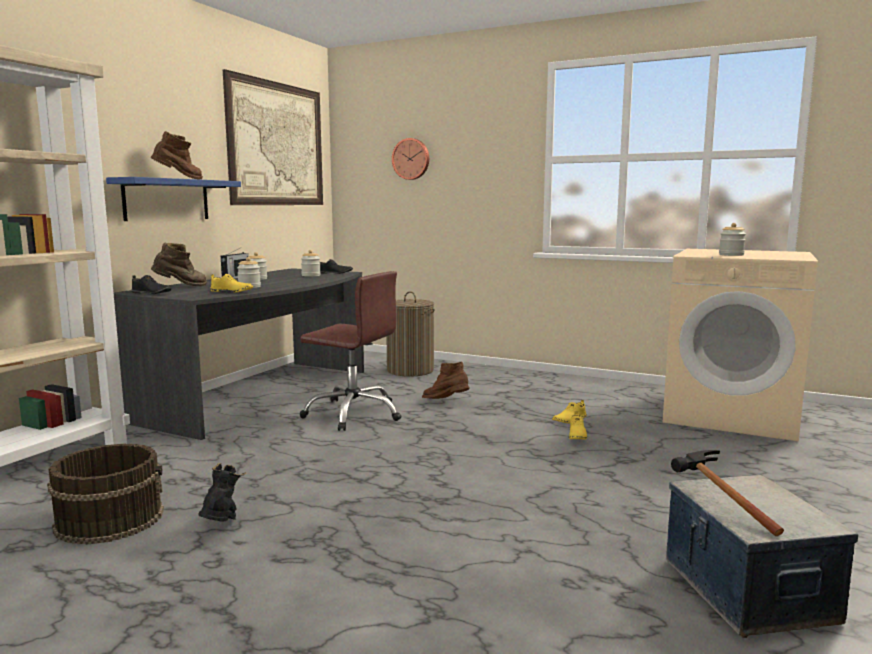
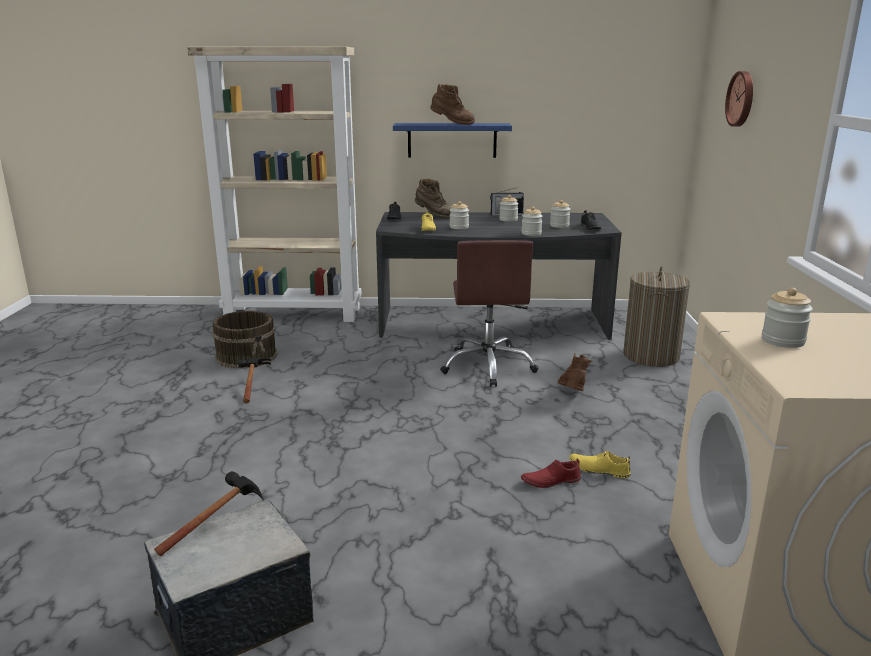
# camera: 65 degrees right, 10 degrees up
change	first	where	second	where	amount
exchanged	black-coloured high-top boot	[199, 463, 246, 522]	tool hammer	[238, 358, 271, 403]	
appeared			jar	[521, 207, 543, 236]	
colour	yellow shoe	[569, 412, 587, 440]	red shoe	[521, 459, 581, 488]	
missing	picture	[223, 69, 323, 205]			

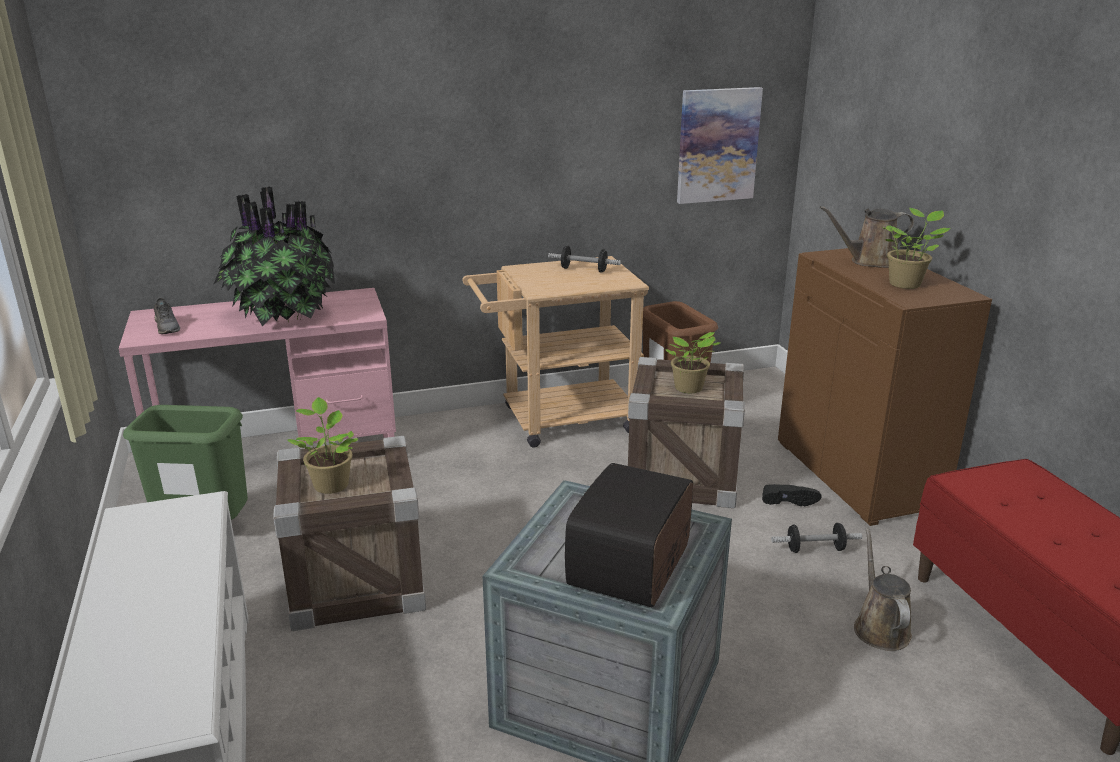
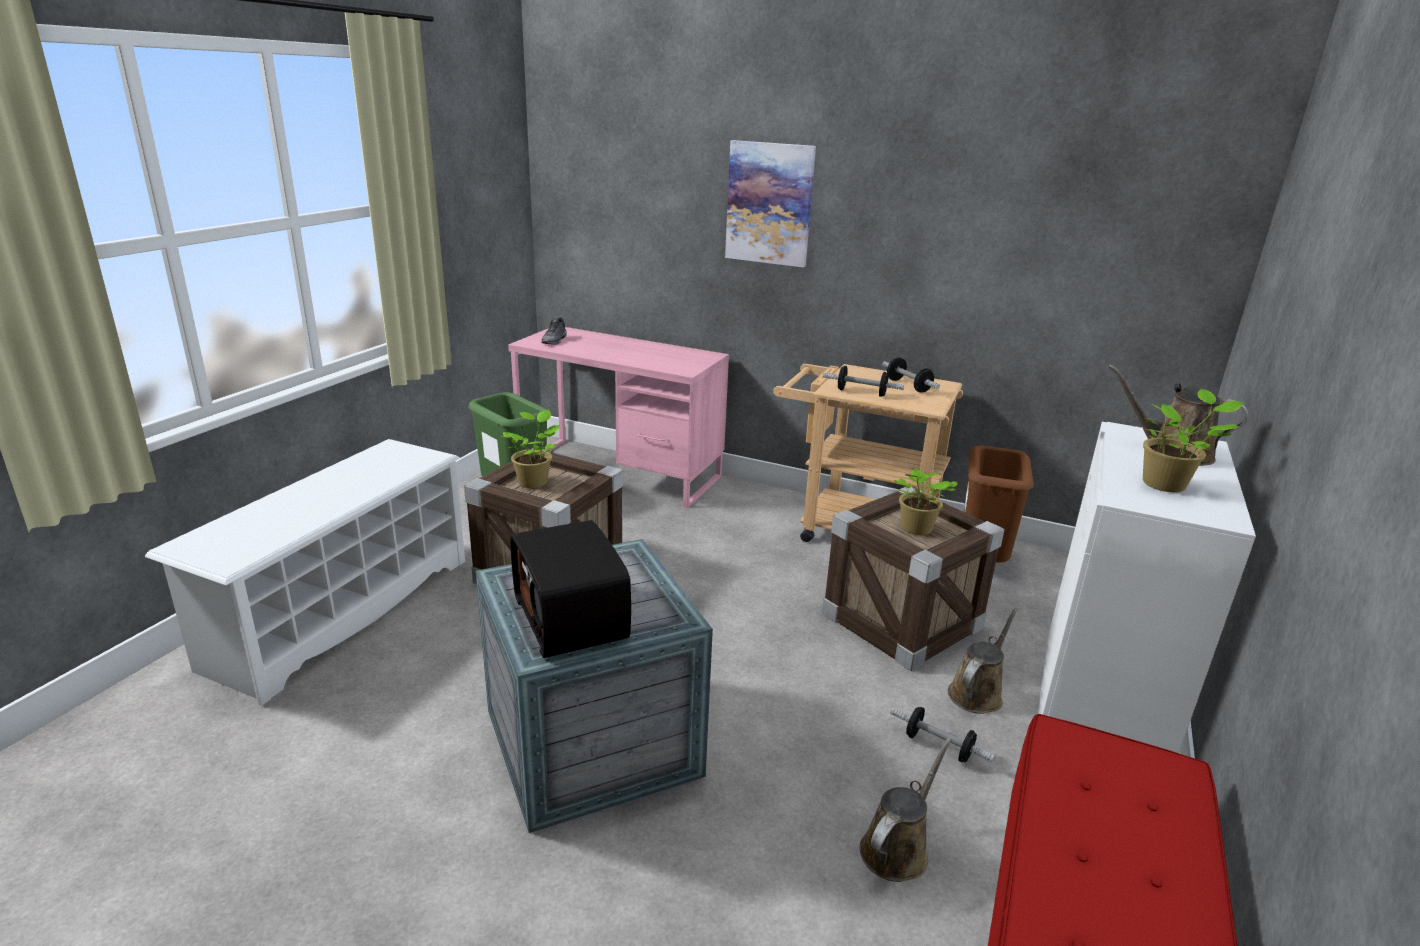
# camera: 40 degrees right, 0 degrees up
change	first	where	second	where	amount
spun	radio receiver	[565, 463, 693, 607]		[510, 520, 631, 658]	90 degrees counterclockwise
relocated	picture	[677, 87, 763, 204]		[725, 140, 816, 268]	
appeared			dumbbell	[823, 366, 904, 397]	
exchanged	black-coloured shoe	[762, 484, 822, 506]	brown sprinkling can	[948, 608, 1018, 714]	
colour	brown cabinet	[778, 248, 992, 526]	whitish cabinet	[1038, 422, 1256, 753]	
missing	plant in a pot	[213, 186, 335, 327]			

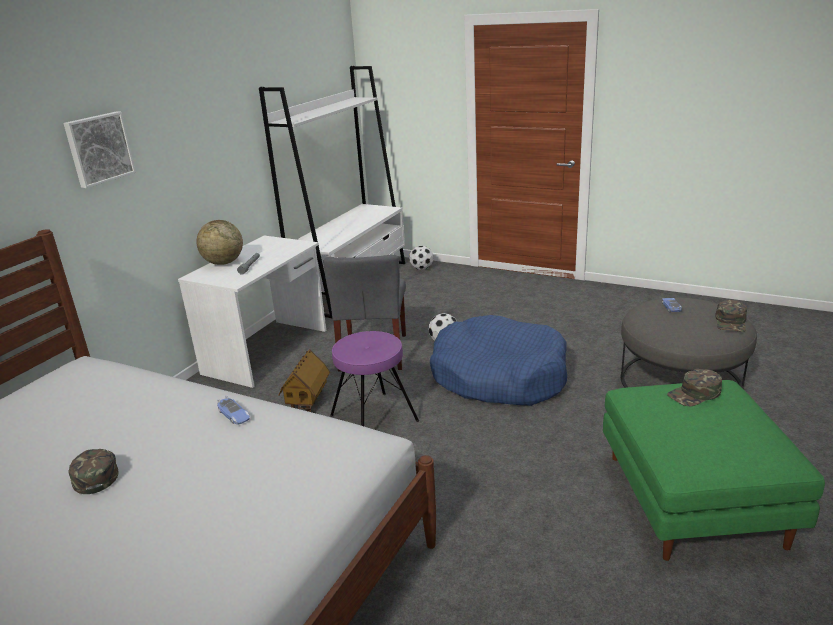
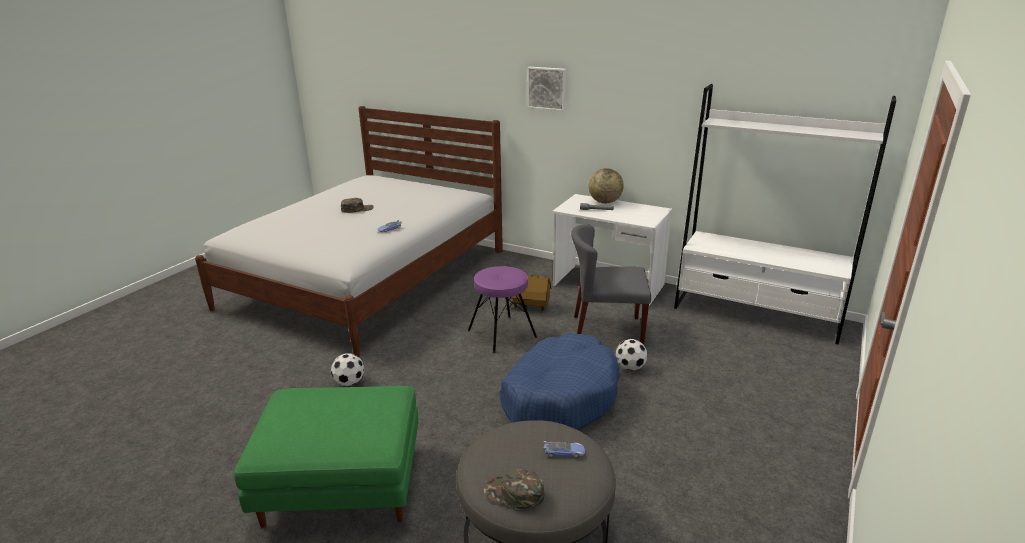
# camera: 90 degrees right, 0 degrees up
change	first	where	second	where	amount
relocated	football ball	[409, 246, 433, 270]		[331, 353, 364, 386]	
missing	green baseball cap	[667, 369, 722, 406]			

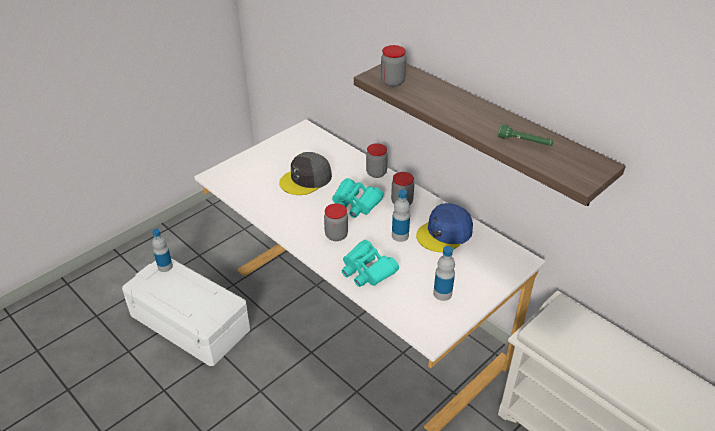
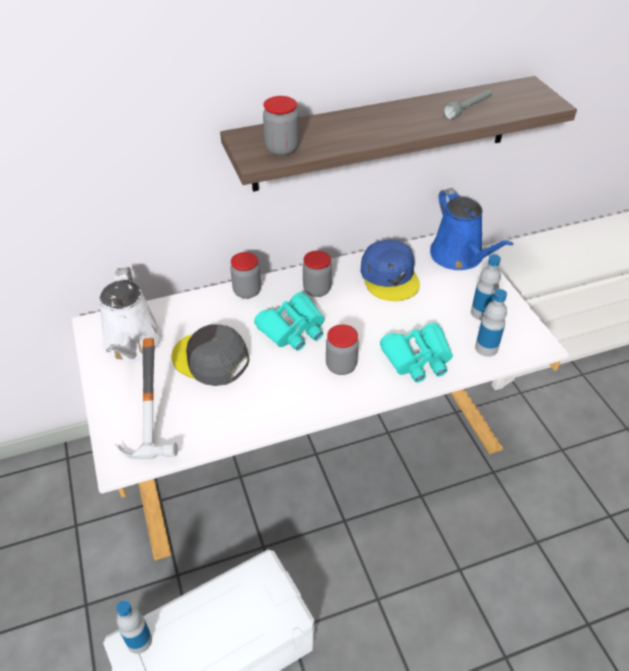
# camera: 65 degrees left, 5 degrees up
change	first	where	second	where	amount
appeared			whitish sprinkling can	[99, 267, 164, 362]	
appeared			tool hammer	[115, 338, 178, 459]	
spun	grey baseball cap	[279, 152, 332, 195]		[171, 324, 249, 386]	135 degrees clockwise
appeared			blue-coloured sprinkling can	[430, 188, 513, 270]	
colour	green torch	[498, 124, 554, 146]	grey torch	[444, 89, 492, 119]	
relocated	bottle	[392, 189, 410, 242]		[475, 289, 507, 357]	

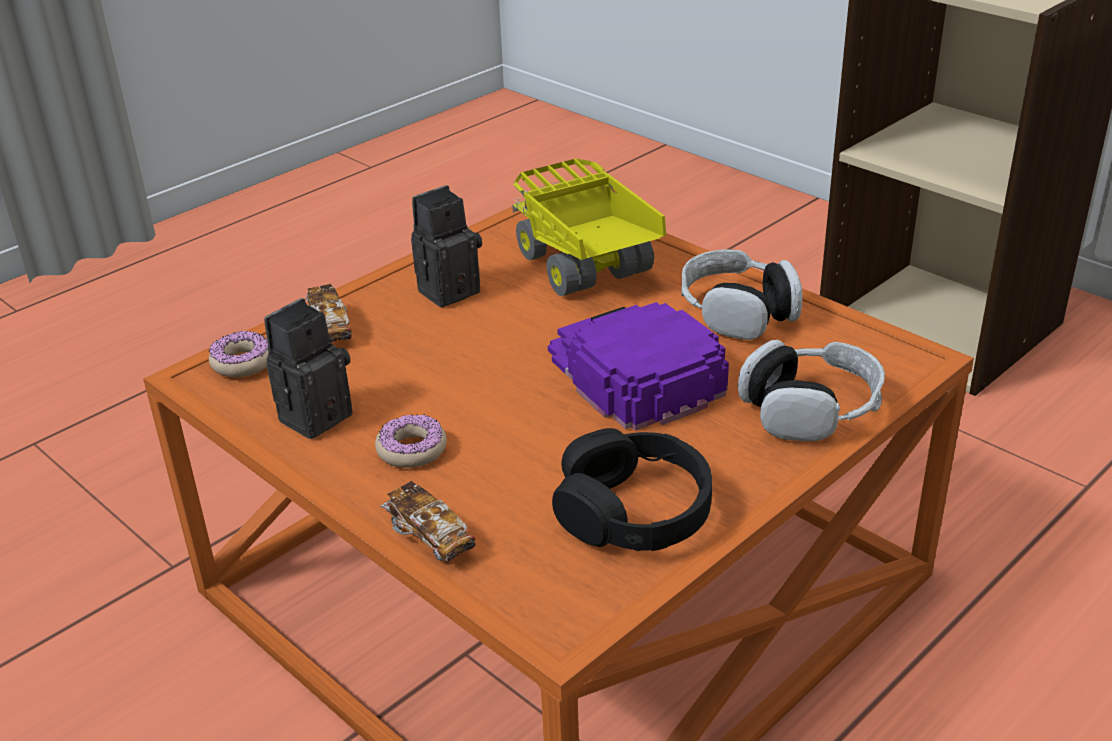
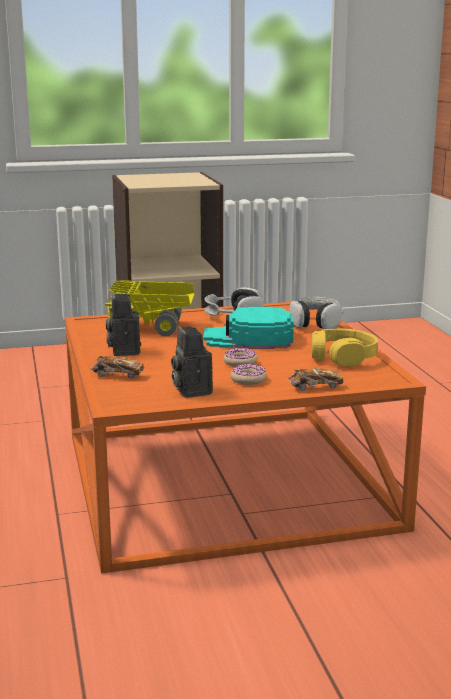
# camera: 60 degrees left, 15 degrees down
change	first	where	second	where	amount
colour	purple baseball cap	[548, 302, 729, 431]	turquoise baseball cap	[203, 307, 293, 349]	
relocated	ring doughnut	[209, 331, 268, 377]		[224, 348, 258, 367]	
colour	black-coloured pair of headphones	[552, 428, 712, 551]	yellow pair of headphones	[312, 328, 378, 367]	

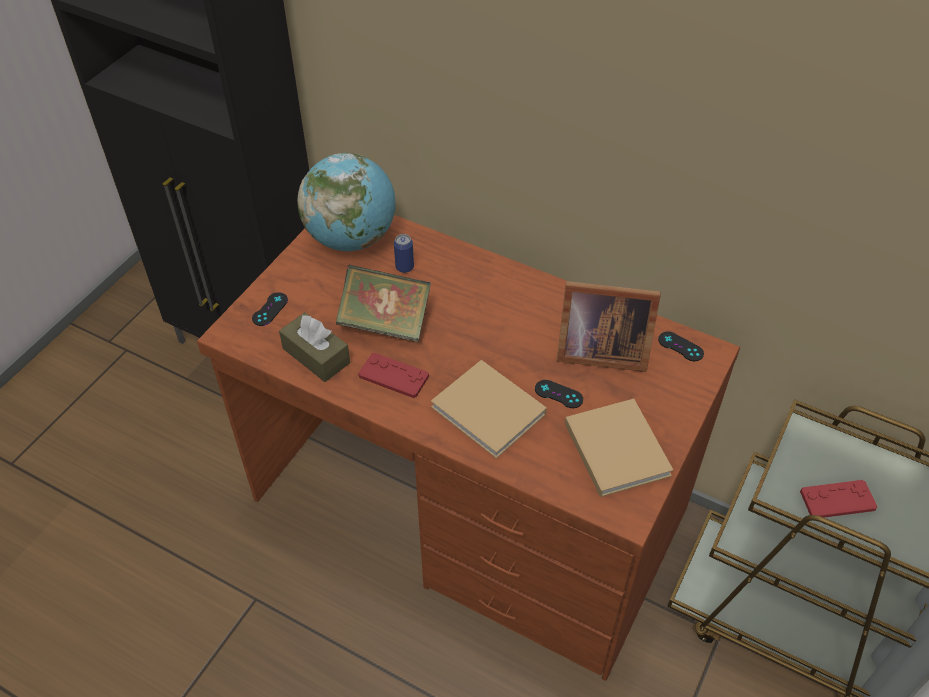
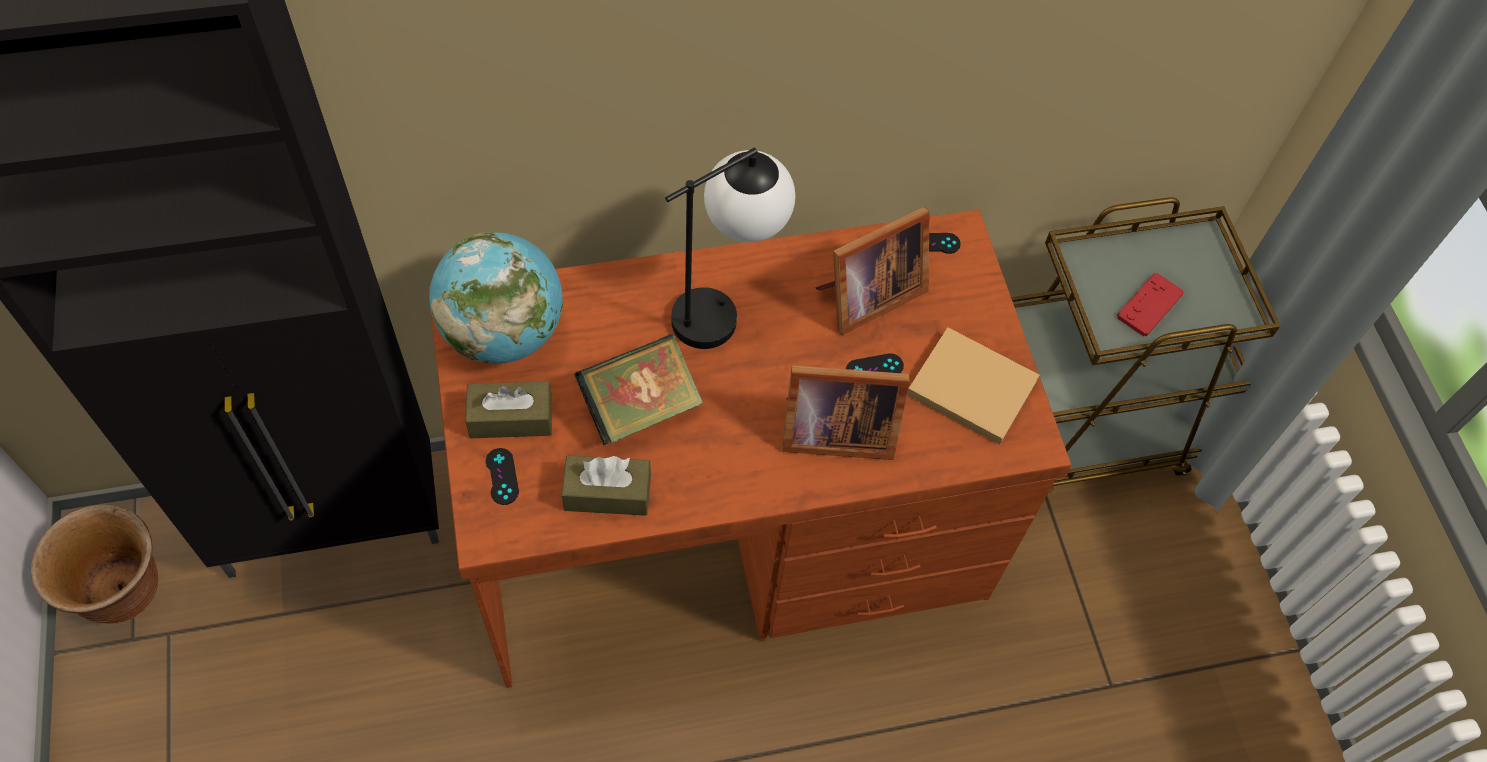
# camera: 45 degrees left, 10 degrees up
change	first	where	second	where	amount
appeared			brown planter	[31, 505, 158, 623]	
appeared			brown box of tissues	[465, 381, 552, 438]	
appeared			lamp for a table	[665, 148, 795, 349]	
exchanged	beige-coloured bound book	[431, 360, 547, 459]	picture frame	[782, 365, 910, 460]	
missing	red joypad	[358, 353, 429, 398]			
missing	can	[394, 234, 414, 273]			

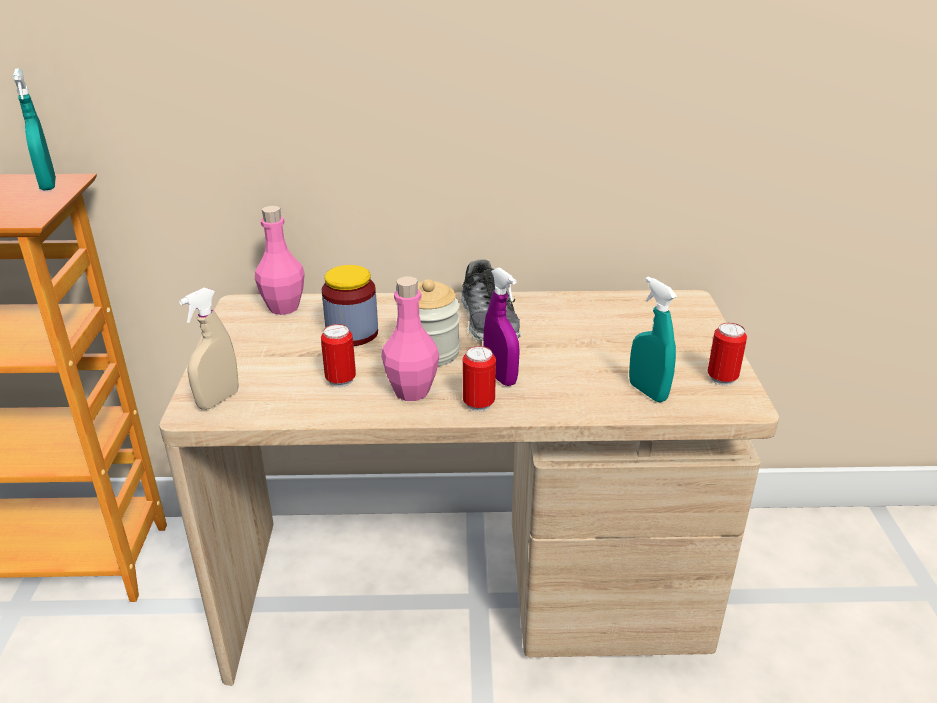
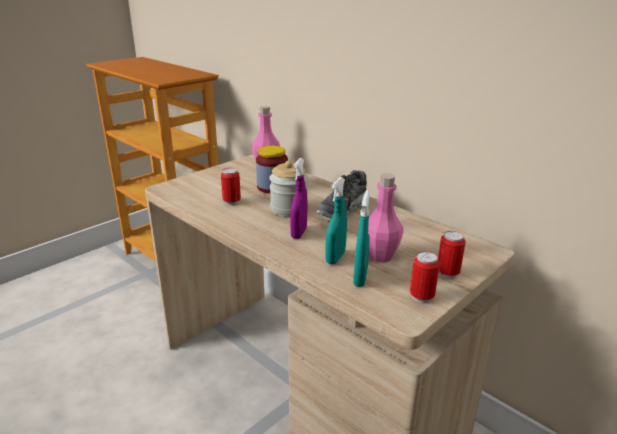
# camera: 45 degrees right, 5 degrees down
change	first	where	second	where	amount
relocated	turquoise hand sprayer	[13, 68, 56, 190]		[326, 177, 347, 264]	
relocated	pink bottle	[381, 277, 439, 401]		[368, 173, 403, 263]	
relocated	can	[463, 346, 496, 412]		[438, 231, 466, 279]	
missing	beige-coloured hand sprayer	[179, 288, 239, 410]			

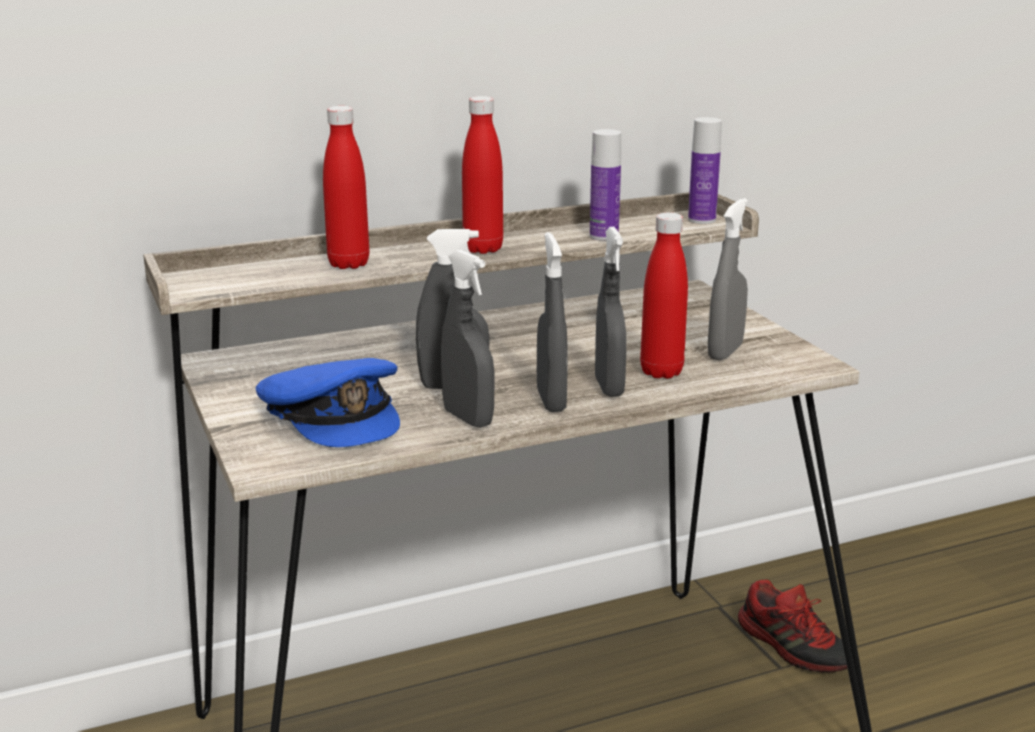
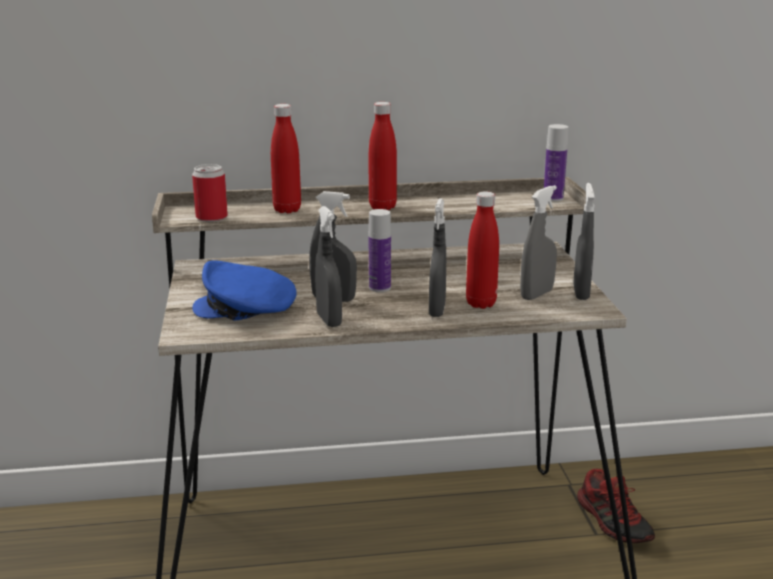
# camera: 15 degrees right, 0 degrees up
change	first	where	second	where	amount
appeared			can	[192, 164, 228, 222]	
spun	blue-coloured baseball cap	[256, 358, 400, 447]		[192, 260, 296, 320]	120 degrees clockwise
relocated	bottle	[590, 129, 621, 241]		[369, 209, 391, 292]	
relocated	grey hand sprayer	[537, 232, 568, 412]		[573, 183, 595, 300]	

